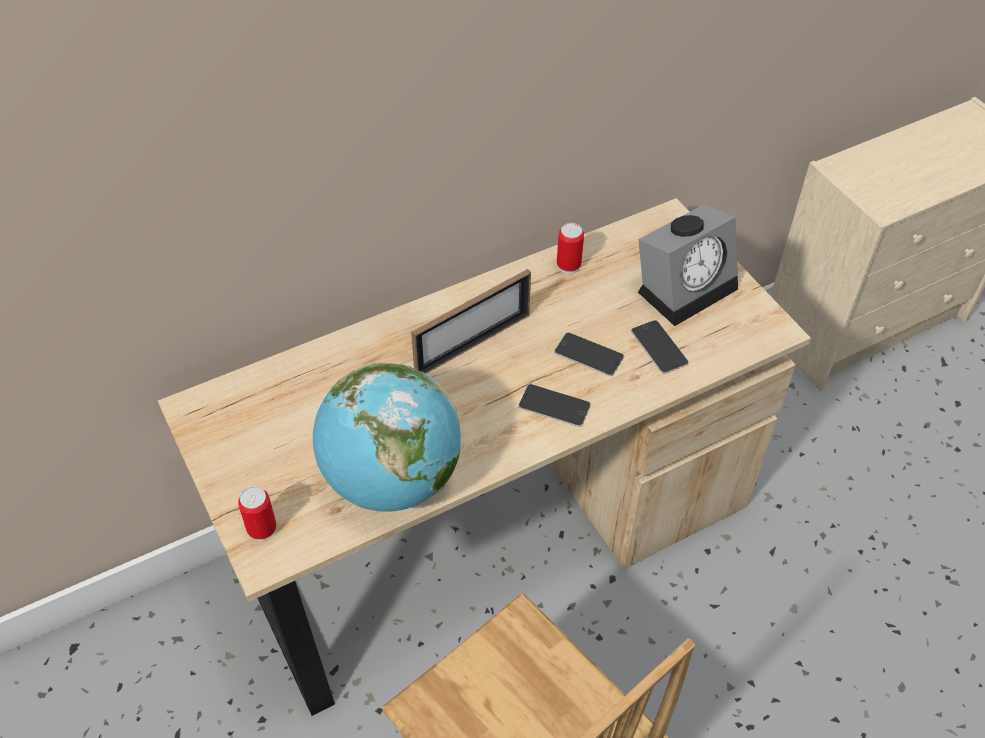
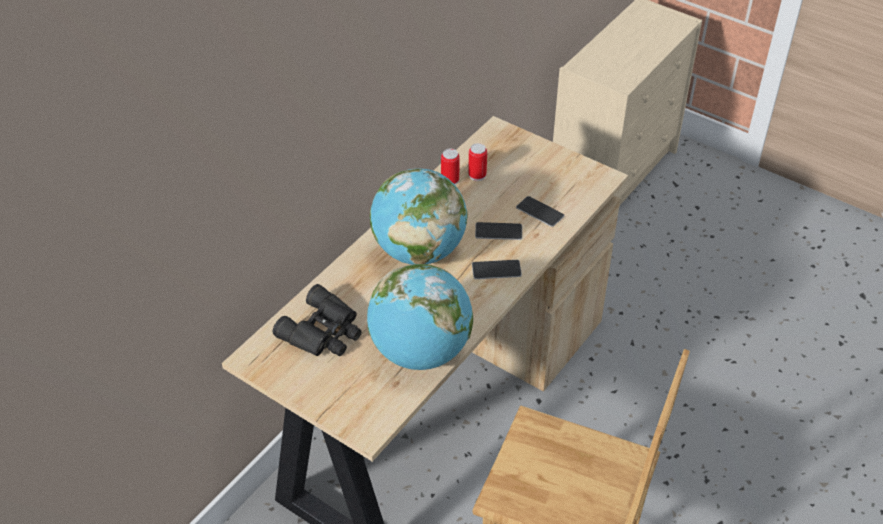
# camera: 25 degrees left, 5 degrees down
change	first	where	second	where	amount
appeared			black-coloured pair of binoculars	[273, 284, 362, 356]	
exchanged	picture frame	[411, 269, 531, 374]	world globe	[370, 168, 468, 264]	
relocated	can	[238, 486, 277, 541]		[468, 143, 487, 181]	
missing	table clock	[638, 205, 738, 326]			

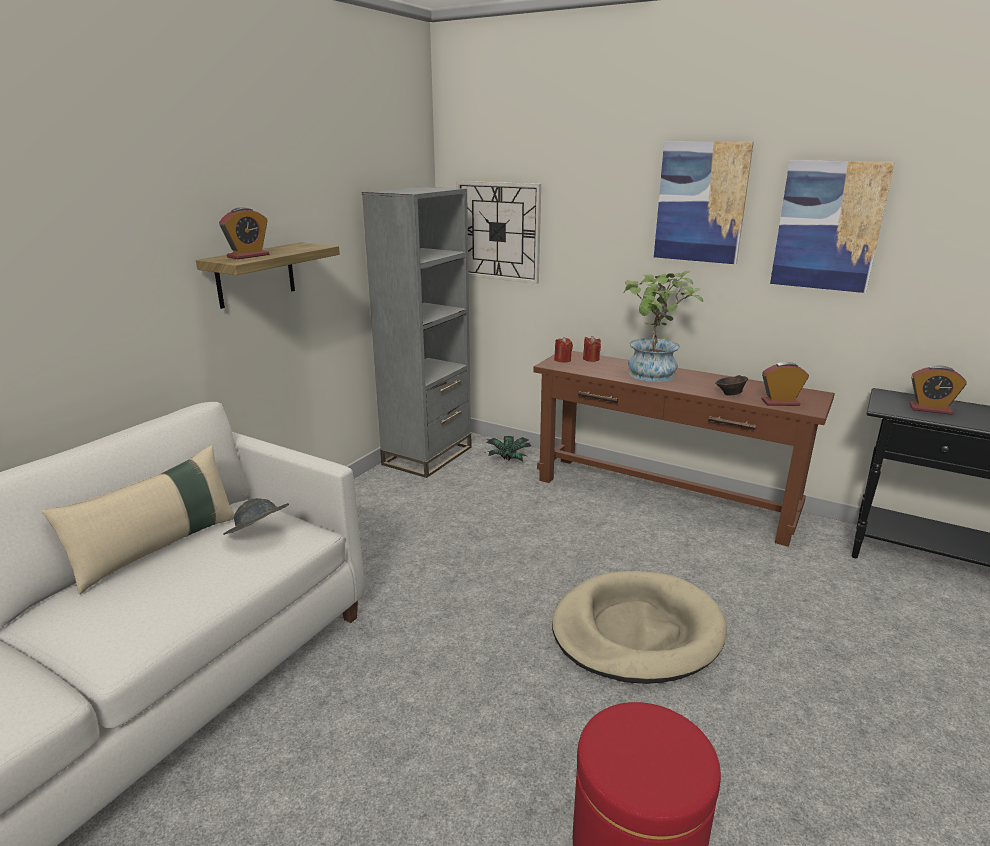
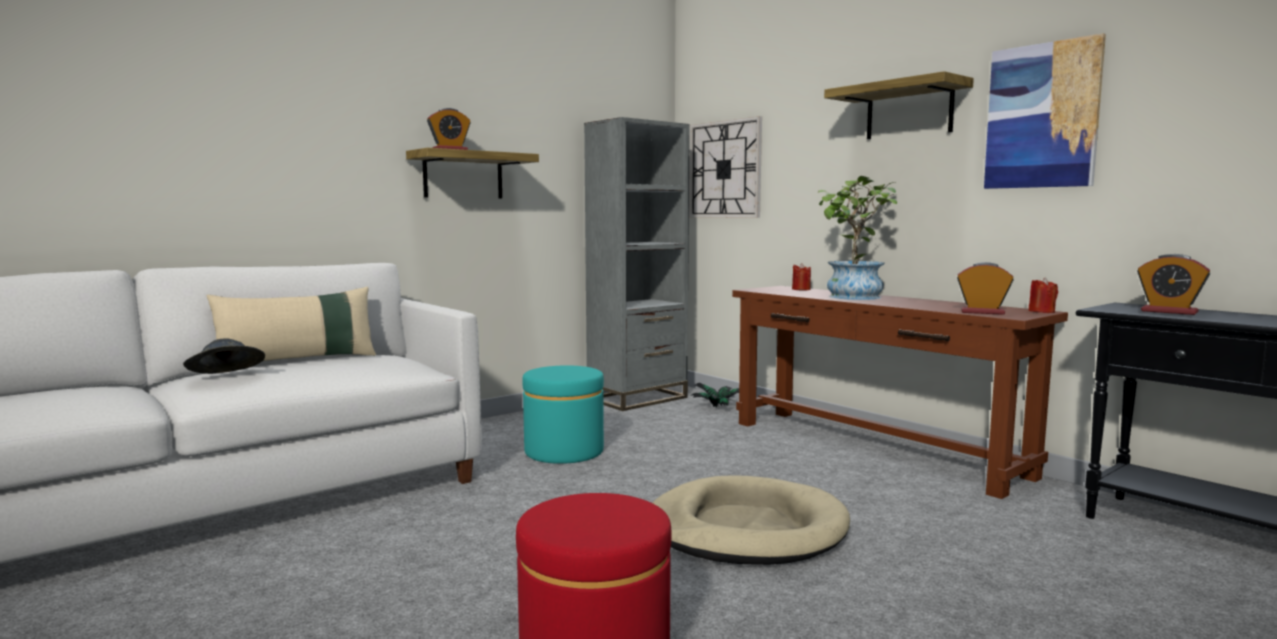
# camera: 20 degrees right, 15 degrees down
change	first	where	second	where	amount
relocated	grey hat	[223, 498, 289, 535]		[183, 339, 265, 374]	
appeared			turquoise footrest	[522, 365, 604, 464]	
exchanged	picture	[654, 141, 754, 264]	bracket shelf	[824, 71, 974, 139]	
relocated	red candle	[554, 337, 573, 363]		[1028, 277, 1058, 313]	
missing	brown bowl	[715, 375, 748, 395]			

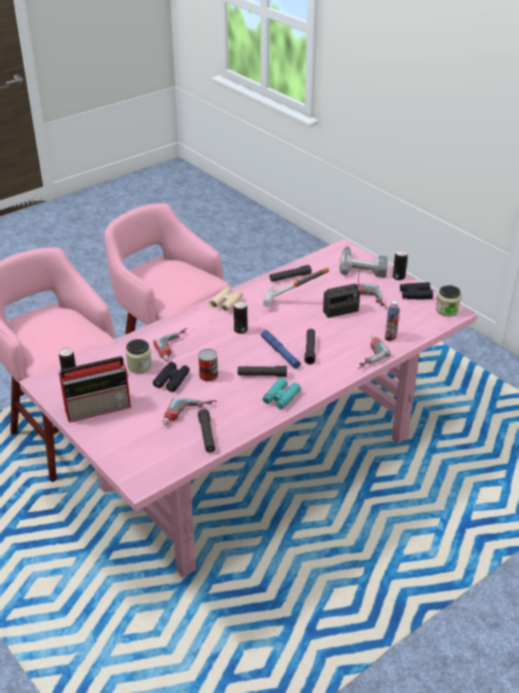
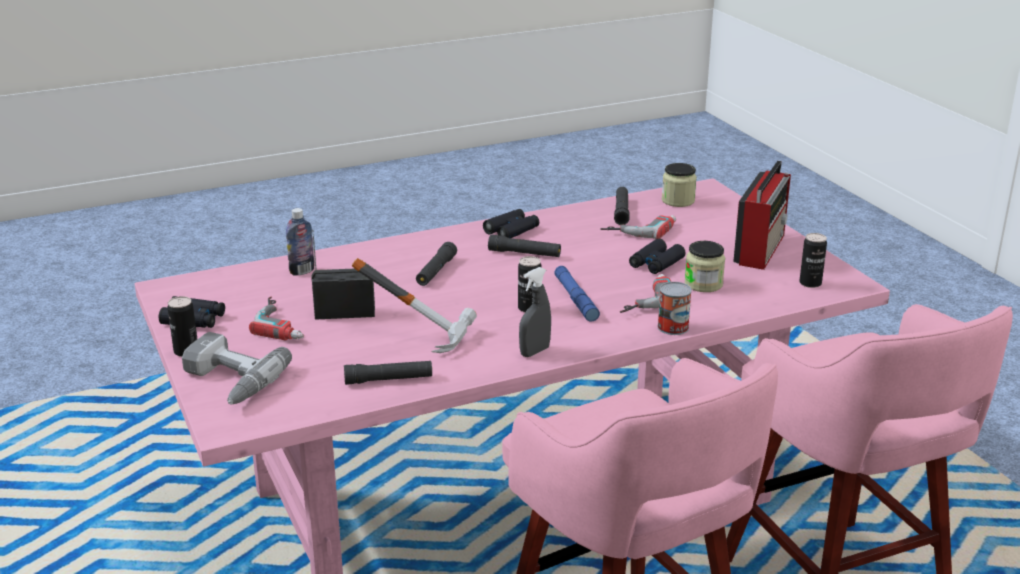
# camera: 165 degrees left, 10 degrees down
change	first	where	second	where	amount
colour	turquoise pair of binoculars	[263, 377, 301, 409]	black-coloured pair of binoculars	[483, 209, 539, 238]	
exchanged	beige-coloured pair of binoculars	[209, 287, 243, 312]	grey hand sprayer	[519, 267, 551, 357]	
relocated	blue-coloured torch	[261, 330, 301, 369]		[554, 266, 600, 322]	
relocated	can	[198, 349, 218, 382]		[657, 282, 692, 335]	
relocated	jar	[436, 285, 461, 317]		[662, 163, 697, 207]	
spun	radio receiver	[59, 356, 131, 422]		[733, 161, 791, 270]	120 degrees clockwise
missing	power drill	[358, 335, 390, 369]			

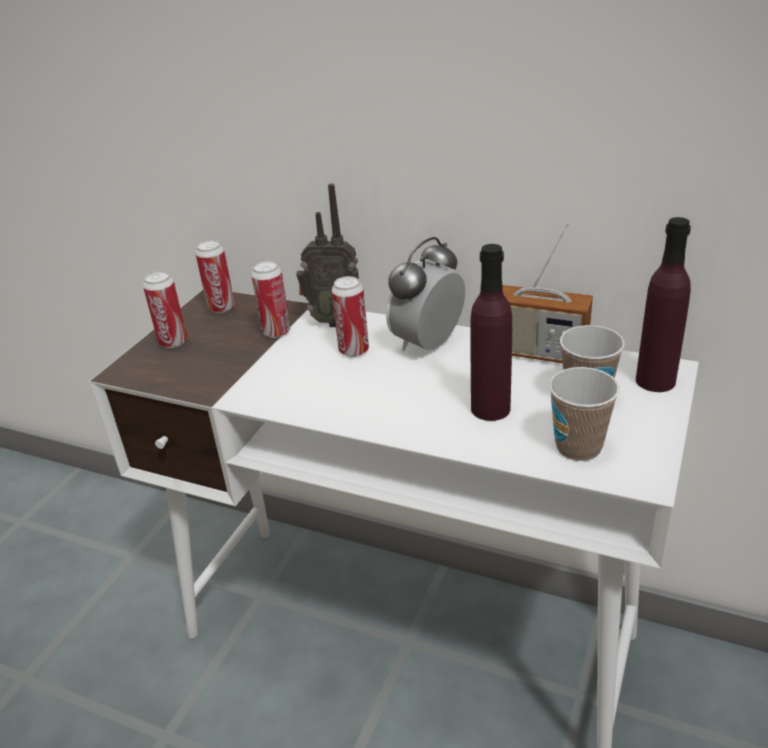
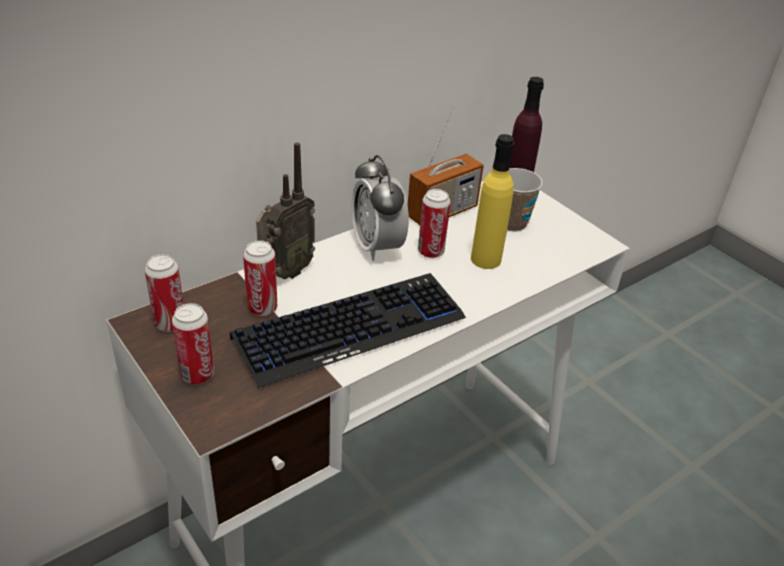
# camera: 65 degrees left, 5 degrees up
change	first	where	second	where	amount
appeared			PC keyboard	[230, 273, 466, 388]	
relocated	can	[332, 276, 369, 357]		[418, 189, 451, 258]	
colour	purple bottle	[470, 244, 512, 421]	yellow bottle	[471, 134, 514, 269]	
missing	small cup	[549, 367, 620, 461]			

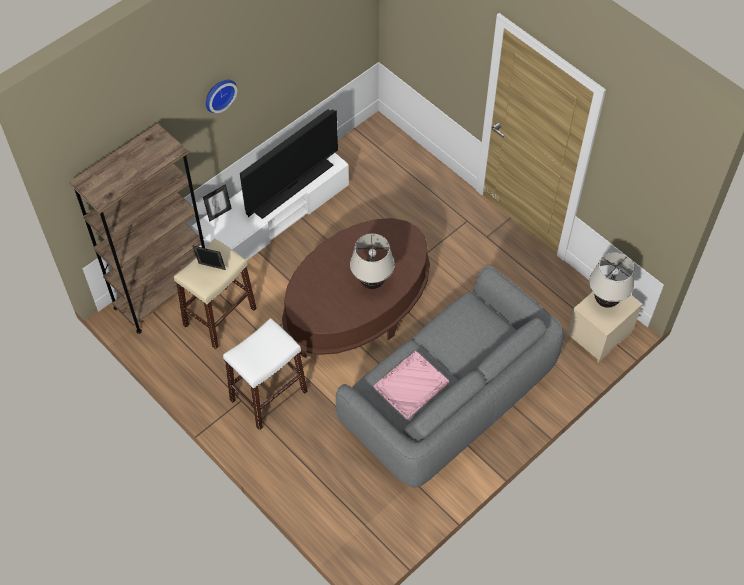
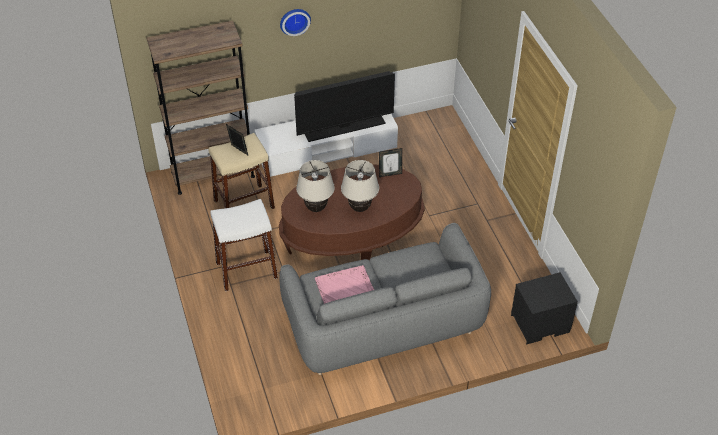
# camera: 25 degrees right, 10 degrees down
change	first	where	second	where	amount
relocated	beige-coloured lamp for a table	[589, 252, 634, 308]		[296, 160, 335, 212]	
relocated	picture frame	[203, 184, 232, 222]		[379, 148, 402, 177]	
colour	beige-coloured bedside table	[567, 277, 642, 363]	black-coloured bedside table	[511, 272, 578, 344]	

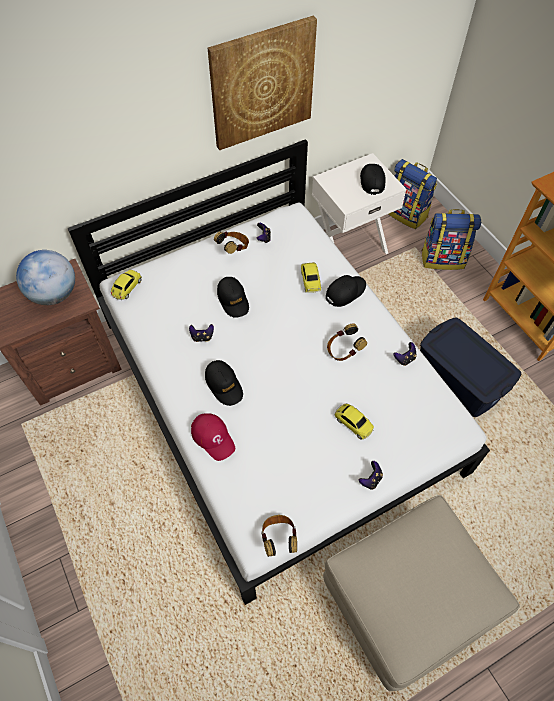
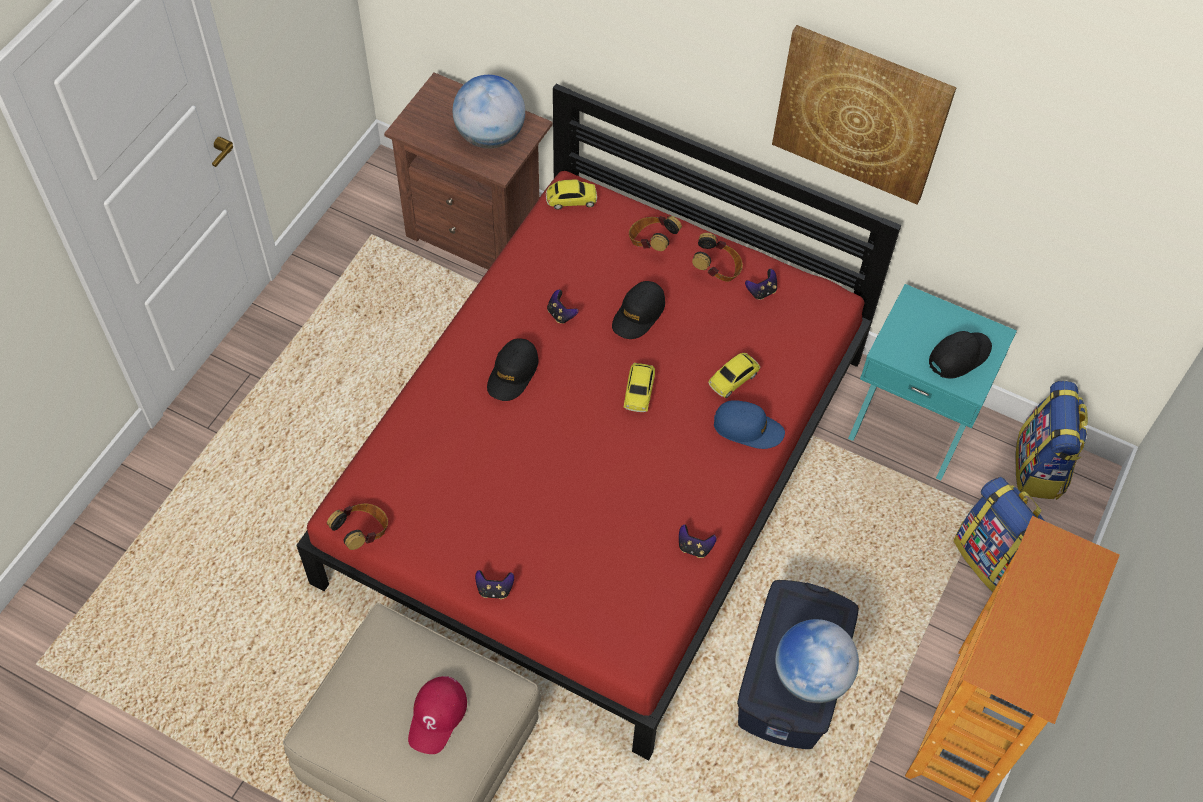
# camera: 55 degrees right, 0 degrees up
change	first	where	second	where	amount
colour	whitish bedroom bed	[68, 139, 490, 605]	red bedroom bed	[296, 84, 901, 760]	
relocated	red baseball cap	[191, 413, 235, 461]		[408, 676, 467, 754]	
relocated	model car	[334, 404, 374, 440]		[624, 363, 655, 412]	
relocated	pair of headphones	[327, 323, 367, 361]		[629, 216, 682, 251]	
colour	black-coloured baseball cap	[326, 275, 366, 307]	blue-coloured baseball cap	[714, 400, 785, 449]	
appeared			world globe	[775, 619, 859, 703]	
colour	whitish bedside table	[312, 153, 407, 254]	turquoise bedside table	[848, 284, 1017, 480]	

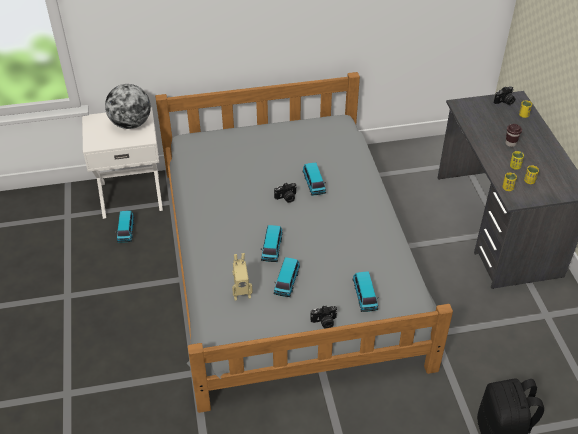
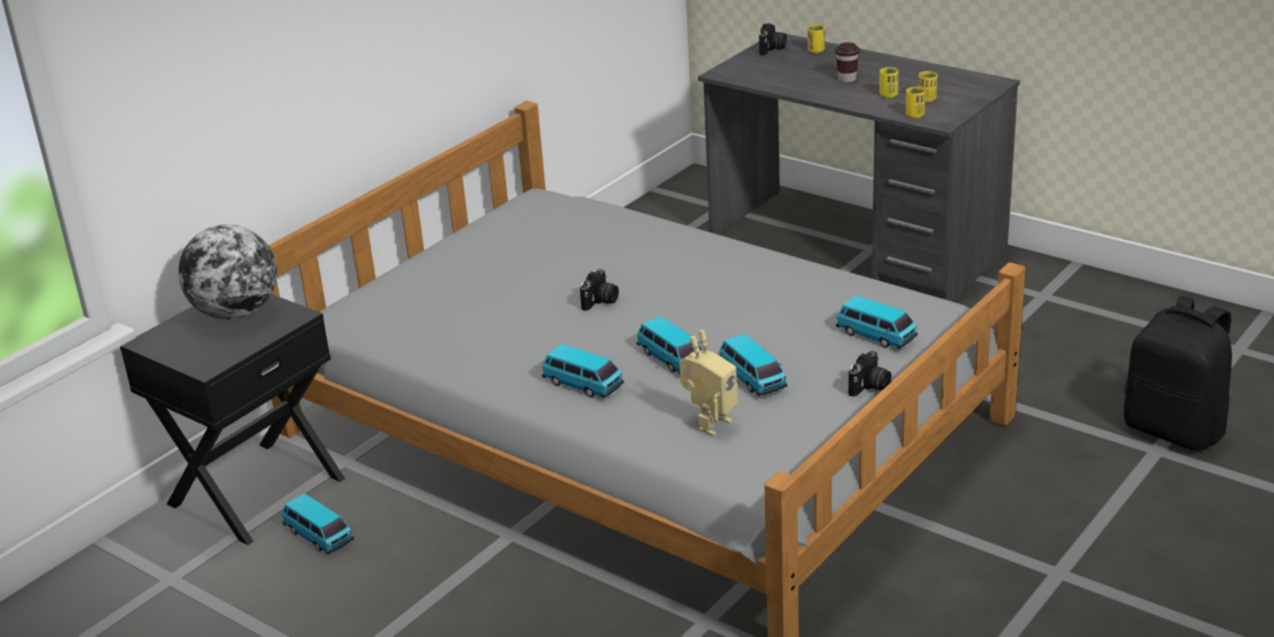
# camera: 40 degrees left, 15 degrees down
change	first	where	second	where	amount
colour	whitish bedside table	[82, 107, 163, 219]	black-coloured bedside table	[120, 294, 345, 545]	
relocated	model car	[302, 163, 326, 196]		[542, 344, 624, 398]	

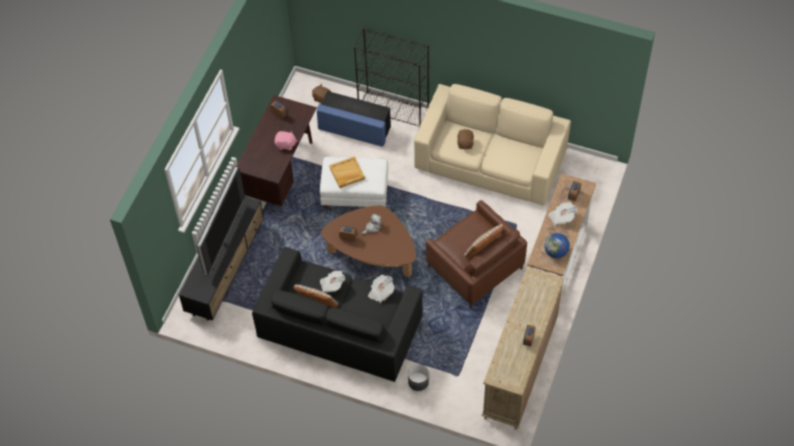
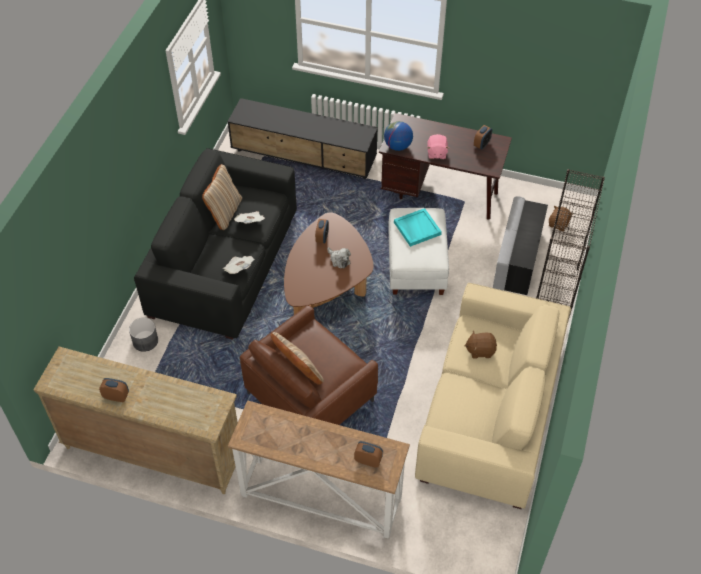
# camera: 85 degrees right, 5 degrees down
change	first	where	second	where	amount
relocated	world globe	[544, 233, 570, 258]		[384, 121, 413, 151]	
colour	beige-coloured carrying tray	[329, 156, 365, 188]	turquoise carrying tray	[394, 208, 442, 247]	
colour	blue-coloured footrest	[317, 91, 391, 147]	grey footrest	[493, 196, 548, 295]	
missing	television	[196, 166, 245, 275]			
missing	printed paper	[549, 202, 577, 225]			

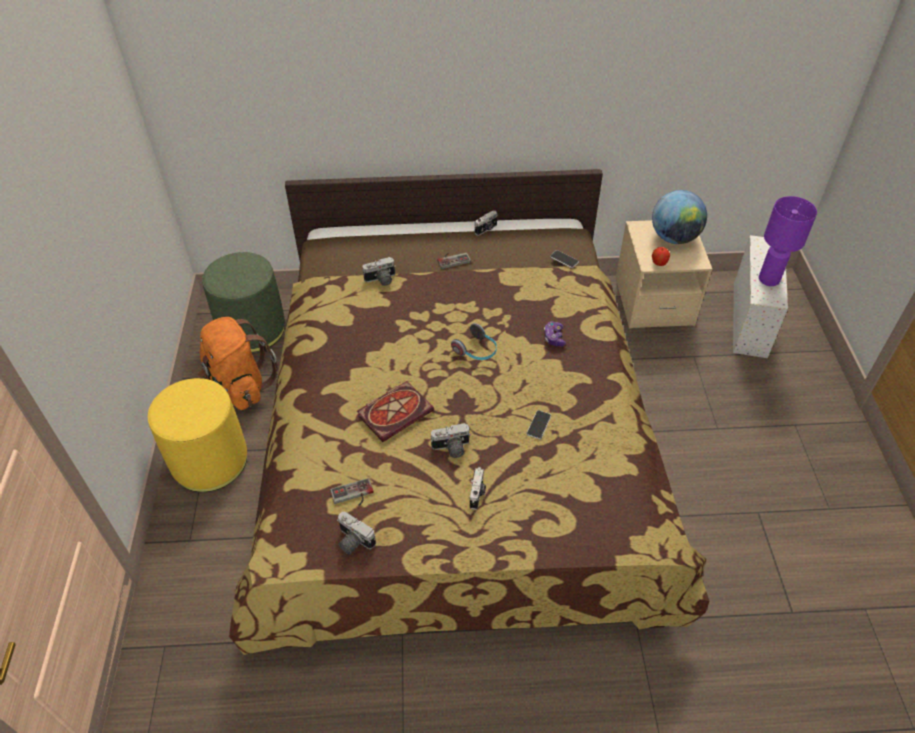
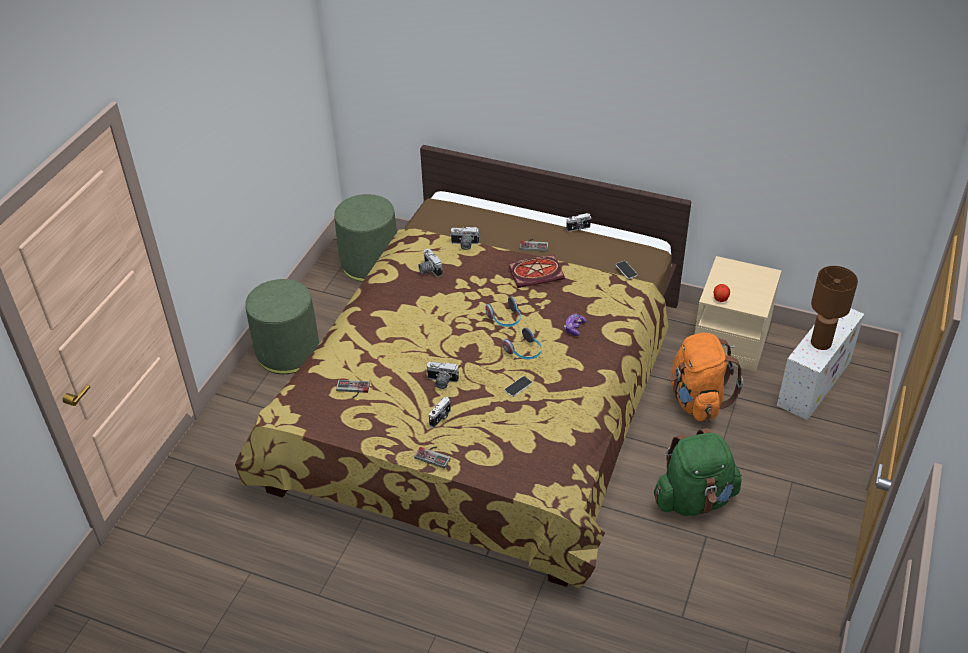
# camera: 25 degrees right, 5 degrees down
change	first	where	second	where	amount
colour	yellow footrest	[148, 378, 247, 492]	green footrest	[245, 279, 319, 374]	
appeared			joypad	[414, 447, 451, 469]	
relocated	photo camera	[337, 512, 376, 555]		[418, 249, 443, 277]	
appeared			pair of headphones	[502, 327, 542, 360]	
relocated	bound book	[357, 381, 434, 442]		[509, 255, 565, 288]	
appeared			green backpack	[654, 428, 742, 516]	
relocated	orangey backpack	[197, 317, 278, 410]		[669, 333, 743, 421]	
colour	purple lamp for a table	[759, 196, 817, 286]	brown lamp for a table	[811, 266, 858, 350]	
missing	world globe	[652, 190, 707, 244]			

